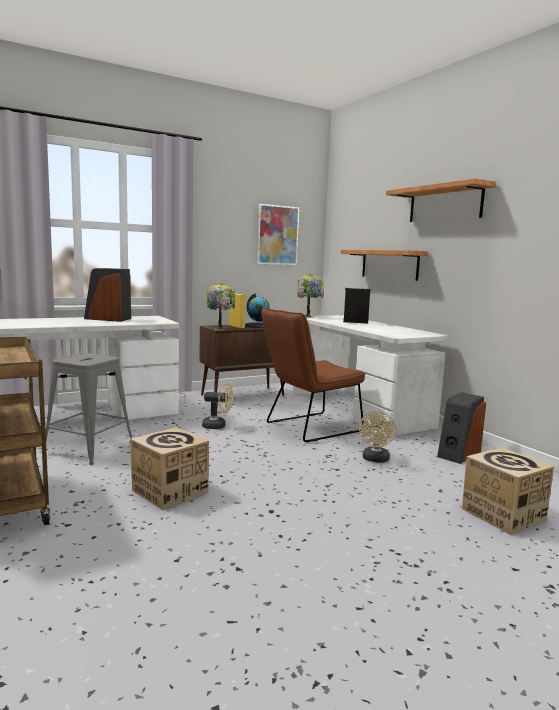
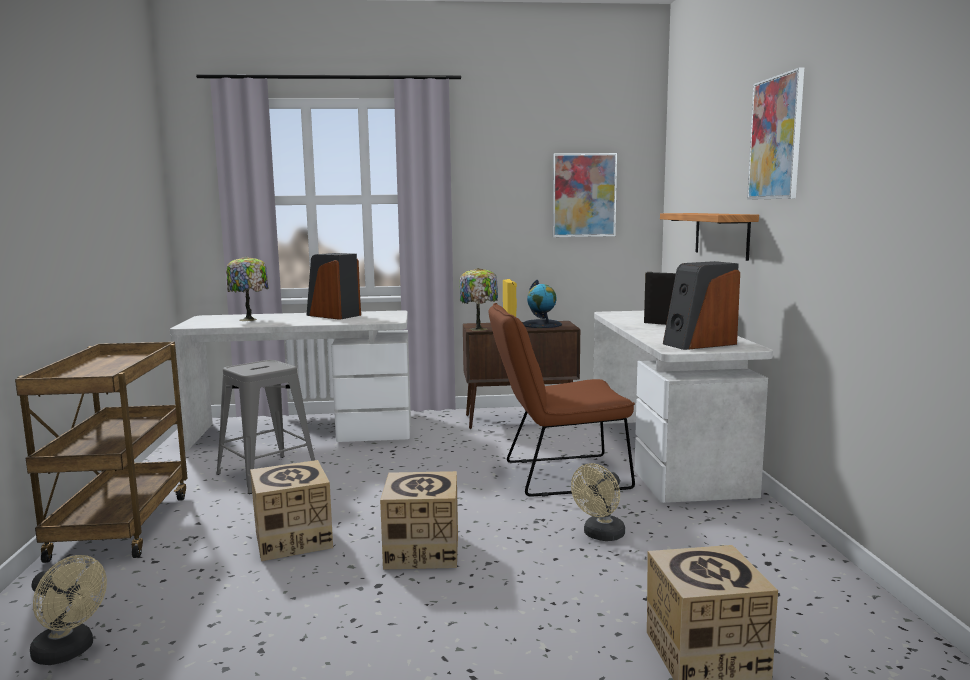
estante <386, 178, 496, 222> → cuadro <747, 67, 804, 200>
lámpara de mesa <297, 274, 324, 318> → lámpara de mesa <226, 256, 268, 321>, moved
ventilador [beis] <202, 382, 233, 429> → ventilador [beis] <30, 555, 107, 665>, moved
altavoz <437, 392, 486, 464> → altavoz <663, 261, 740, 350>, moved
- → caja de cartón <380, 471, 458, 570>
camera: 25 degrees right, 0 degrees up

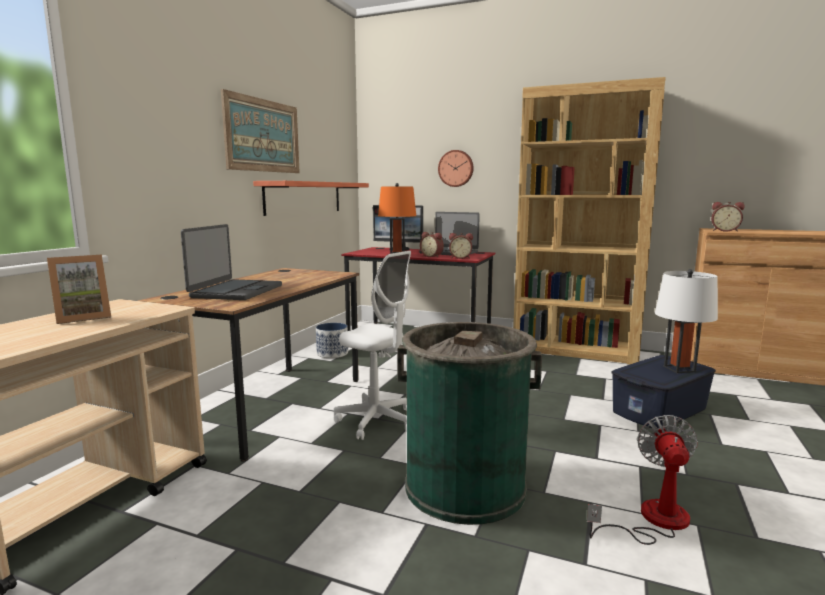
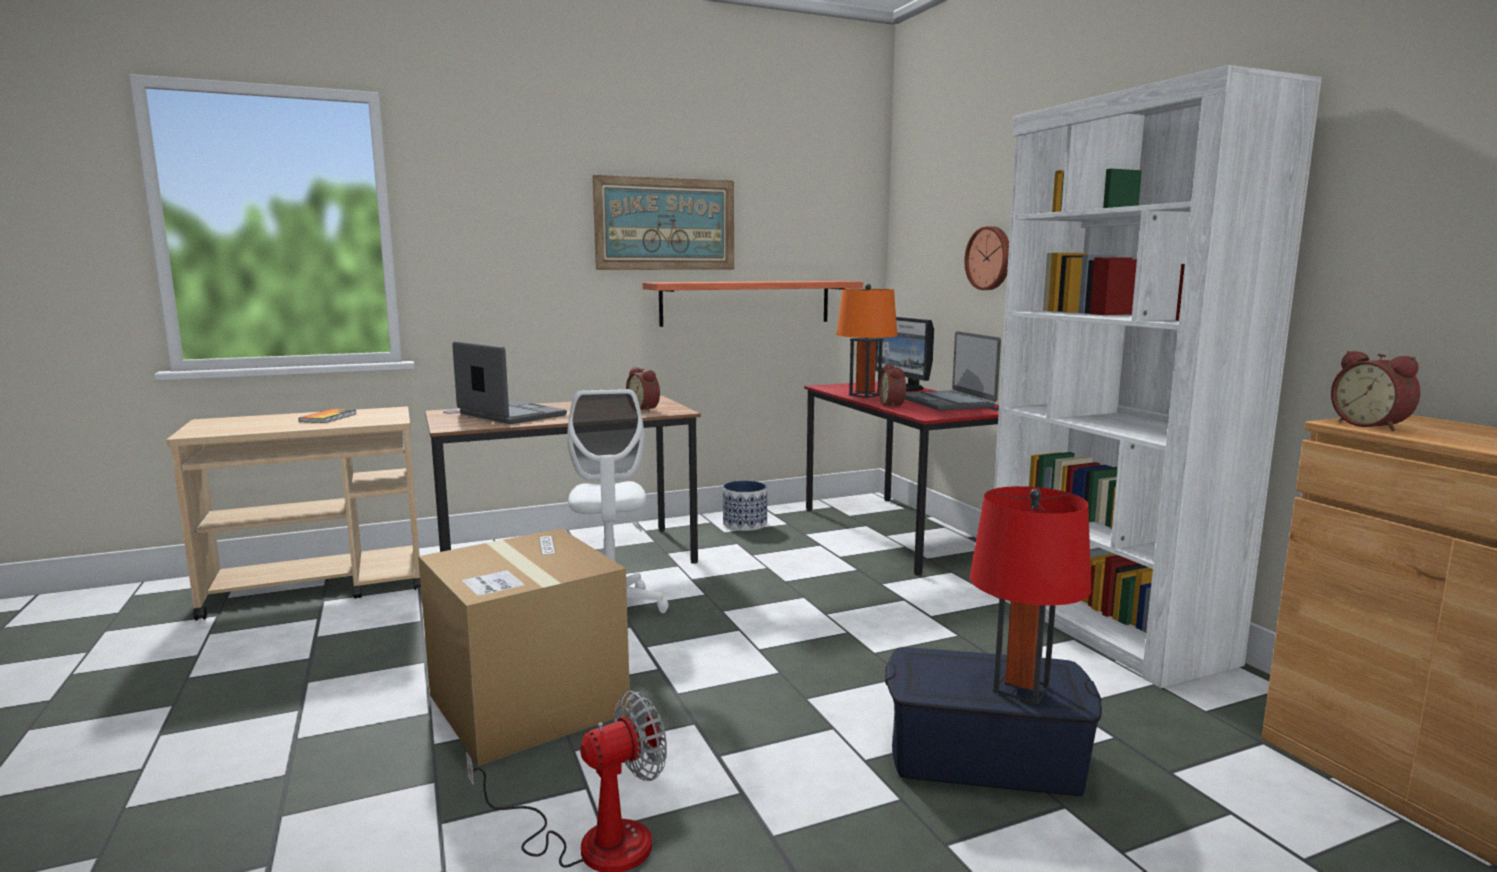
estantería [marrón] <513, 77, 666, 364> → estantería [blanco] <994, 65, 1322, 688>
portátil <181, 224, 282, 300> → portátil <452, 341, 567, 424>, 105 degrees counterclockwise
despertador <449, 233, 473, 259> → despertador <626, 367, 660, 412>, moved
portarretratos <47, 255, 111, 324> → libro <299, 409, 357, 423>
lámpara de mesa [blanco] <655, 269, 718, 373> → lámpara de mesa [rojo] <970, 486, 1092, 705>
papelera [verde] <397, 322, 542, 525> → caja de cartón <418, 529, 630, 766>
camera: 45 degrees right, 0 degrees up

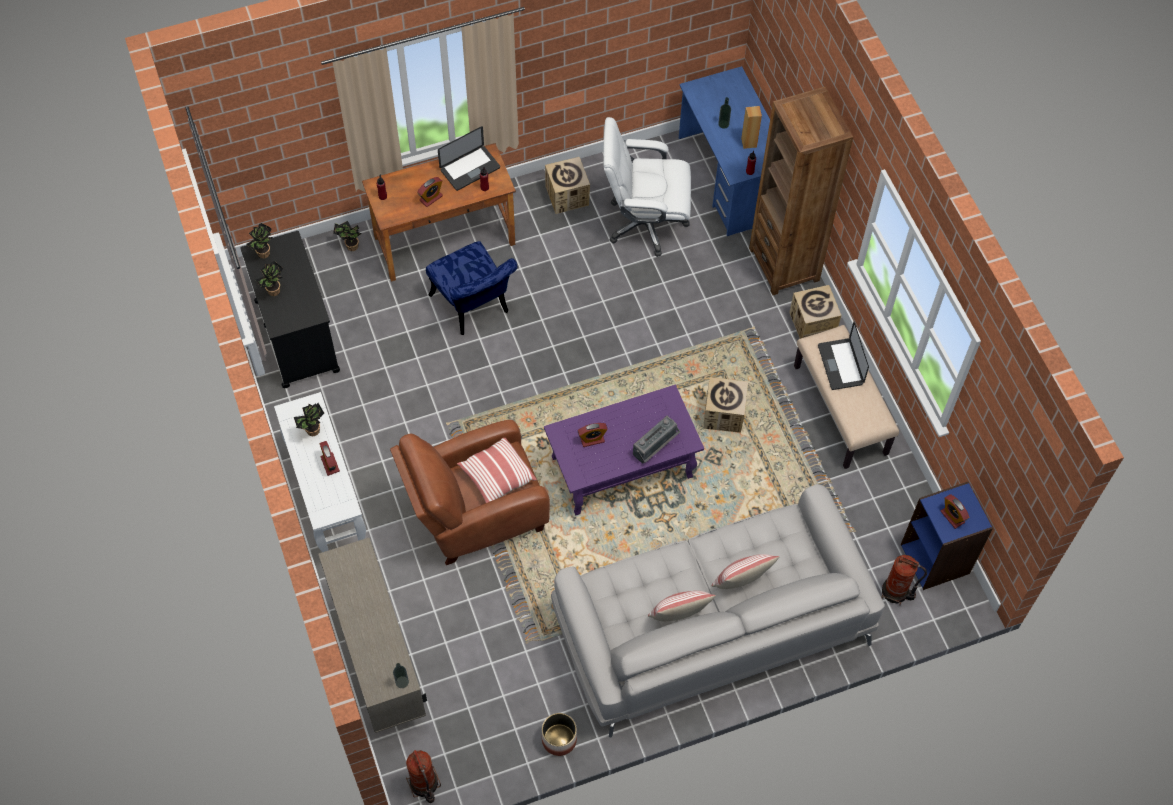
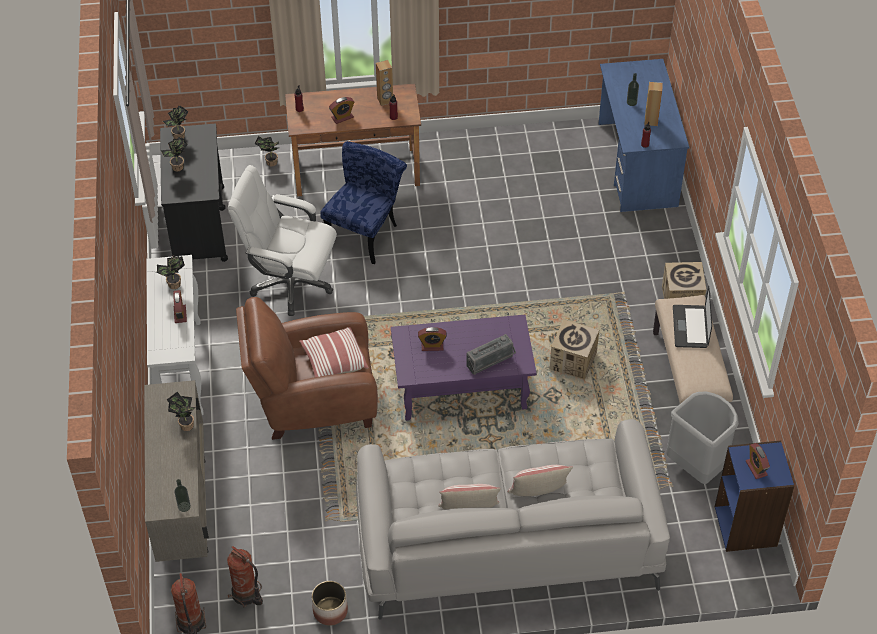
estantería [marrón] <749, 87, 853, 295> → -
silla de oficina [blanco] <603, 117, 691, 257> → silla de oficina [blanco] <228, 165, 337, 316>, moved
portátil <438, 126, 500, 191> → altavoz [marrón] <376, 60, 393, 106>
caja de cartón <545, 157, 590, 214> → -
silla [azul] <426, 241, 517, 335> → silla [azul] <320, 141, 407, 264>, 135 degrees counterclockwise
extintor <881, 555, 927, 605> → extintor <227, 546, 263, 608>, moved
- → planta en maceta <167, 392, 195, 431>
- → papelera [gris] <666, 392, 739, 484>
camera: 15 degrees right, 10 degrees down

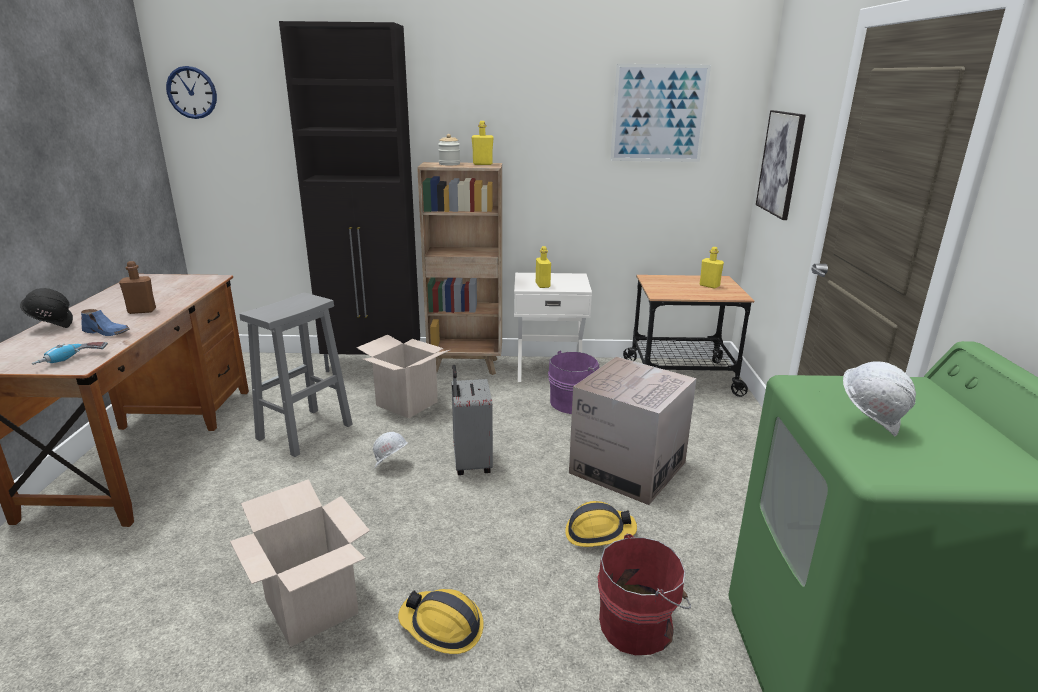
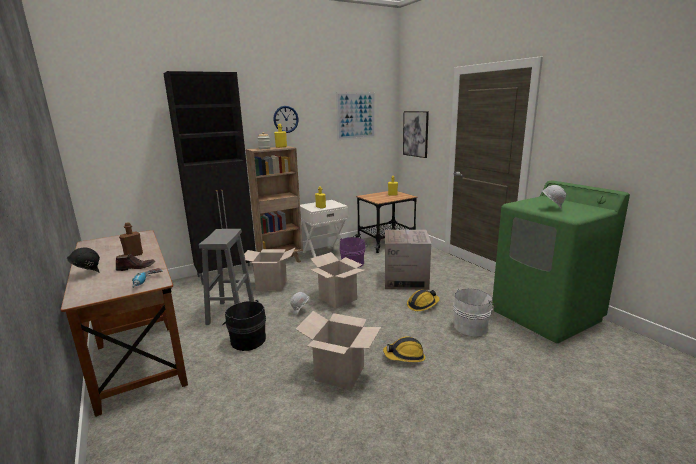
reloj de pared <166, 66, 217, 119> → reloj de pared <273, 106, 299, 133>, moved
zapato [azul] <81, 309, 130, 336> → zapato [marrón] <116, 253, 155, 271>
maleta [gris] <451, 365, 493, 475> → caja de cartón <311, 252, 365, 308>
cubo [rojo] <597, 534, 691, 655> → cubo [blanco] <453, 288, 496, 337>
- → cubo [negro] <222, 300, 266, 351>
camera: 30 degrees left, 5 degrees down

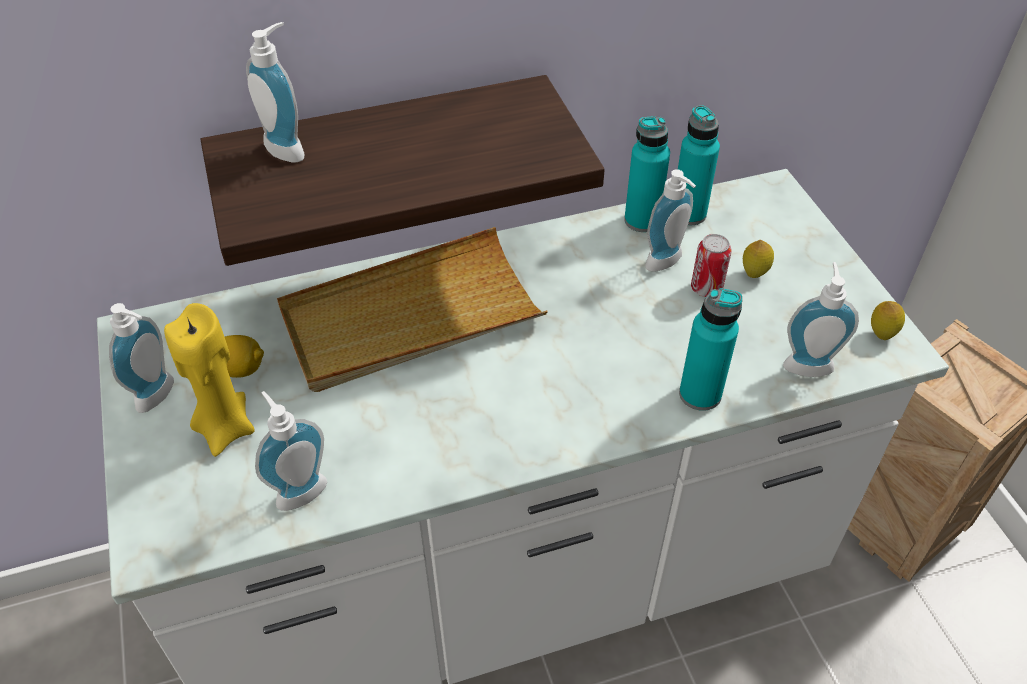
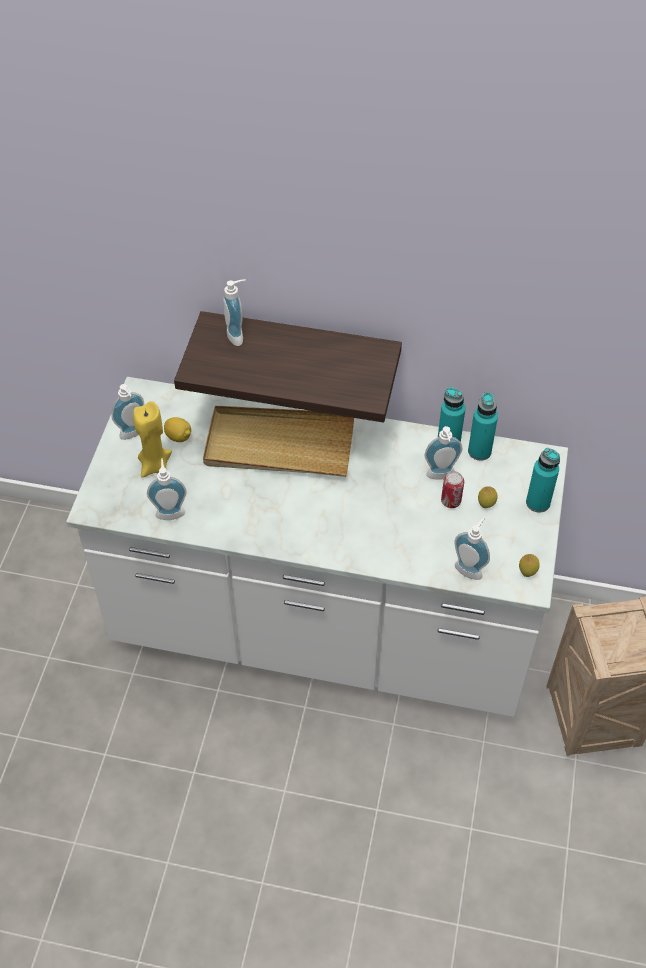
botella [turquesa] <679, 288, 742, 411> → botella [turquesa] <526, 448, 560, 513>, moved
camera: 30 degrees right, 5 degrees up

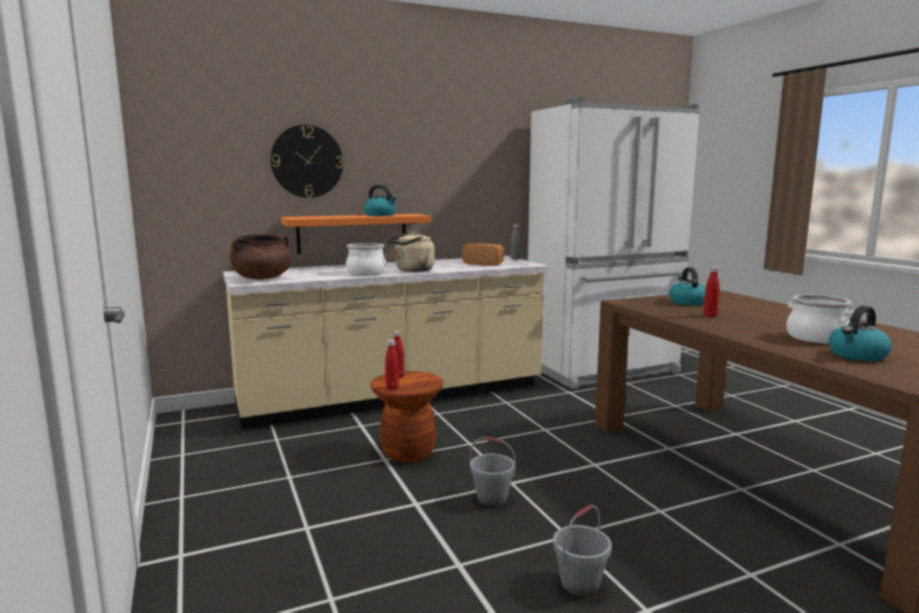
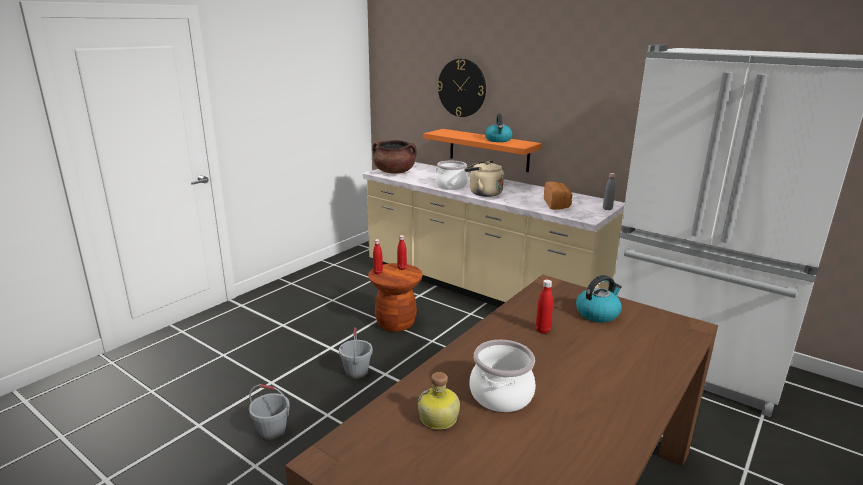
hervidor <829, 306, 892, 361> → botella <417, 372, 460, 430>
camera: 60 degrees right, 10 degrees up

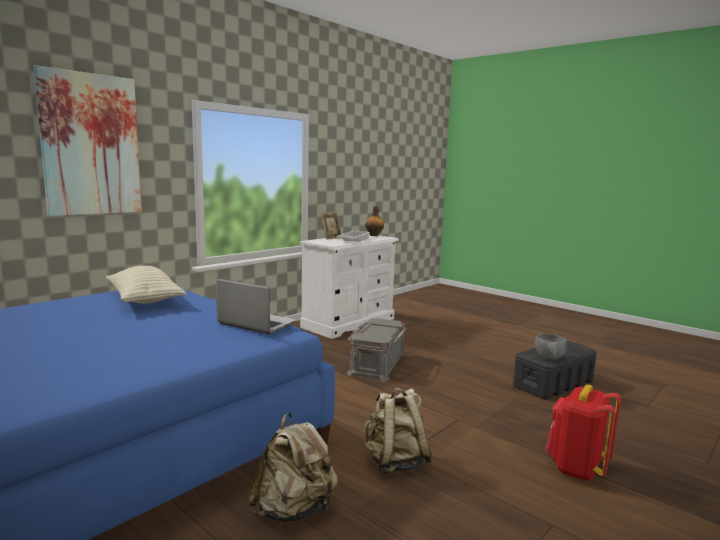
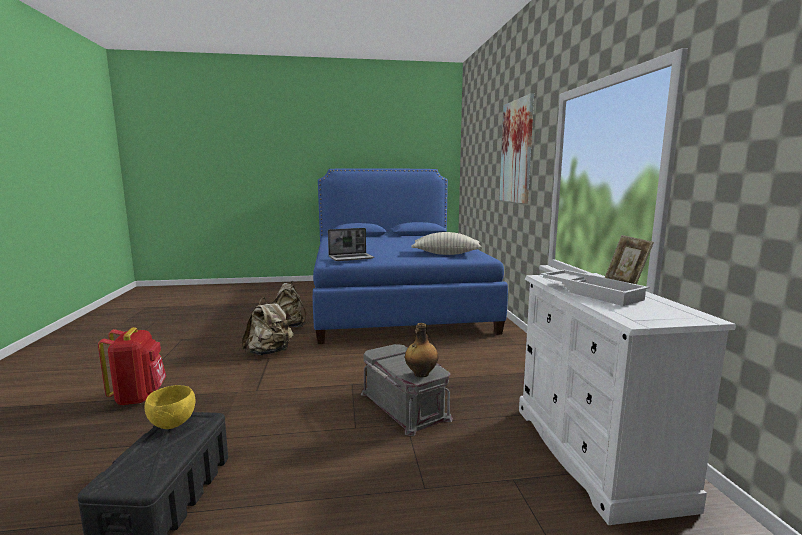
botella <365, 206, 384, 236> → botella <405, 323, 438, 377>, moved
cuenco [gris] <535, 333, 567, 360> → cuenco [amarillo] <145, 385, 195, 429>
camera: 130 degrees right, 0 degrees up

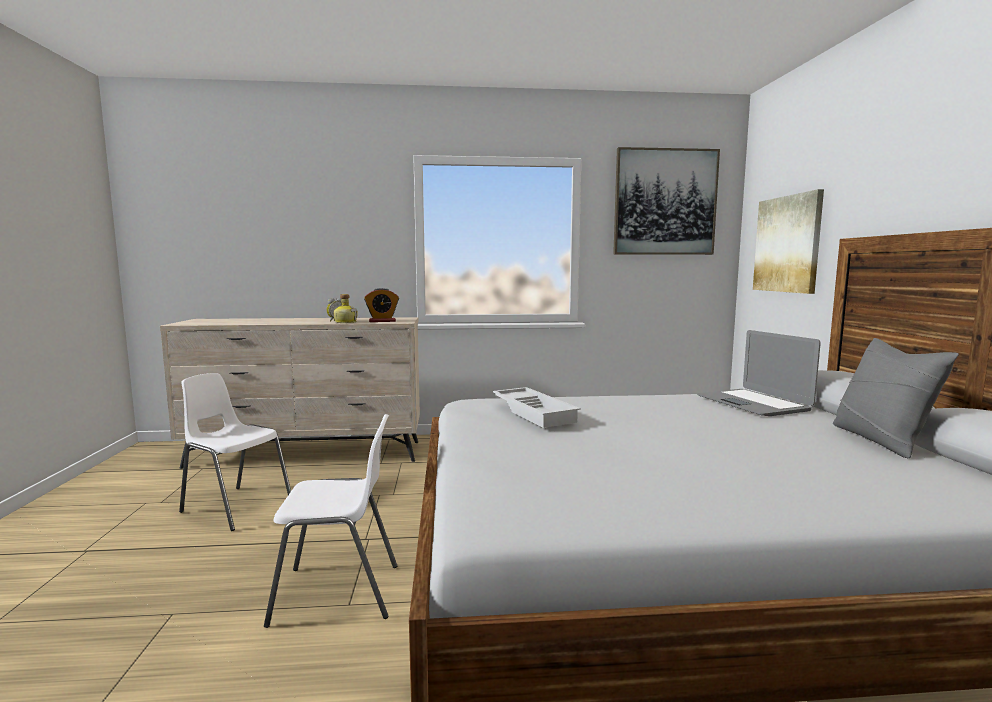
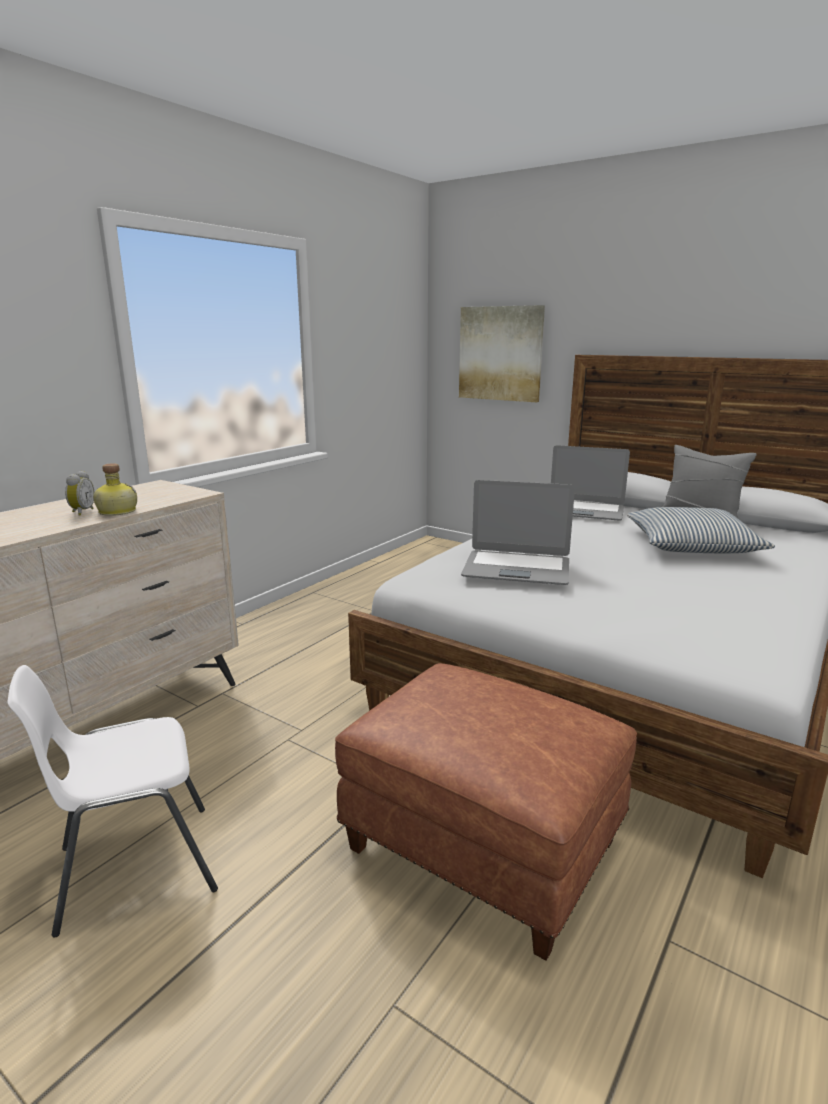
cuadro <613, 147, 720, 255> → -
despertador <364, 288, 399, 322> → -
bandeja [blanco] <493, 387, 581, 428> → portátil <461, 480, 575, 585>
silla [blanco] <264, 414, 397, 628> → puf [marrón] <335, 663, 637, 961>
- → cojín <627, 507, 775, 553>
camera: 50 degrees left, 10 degrees up

